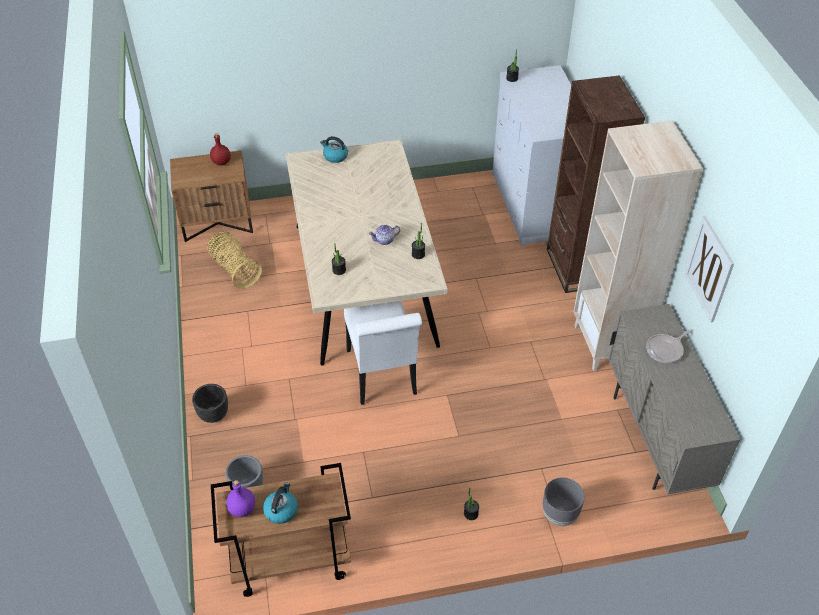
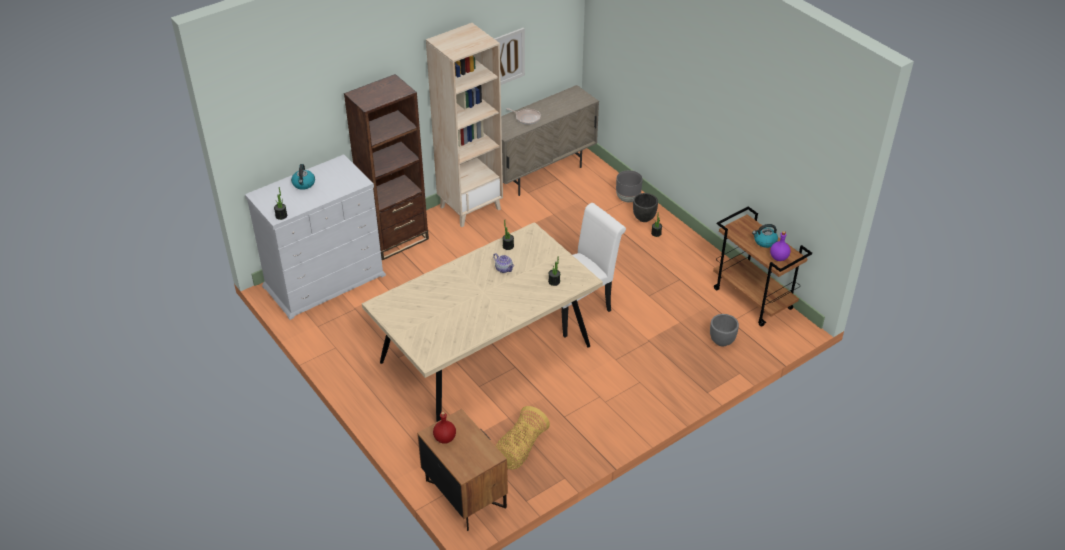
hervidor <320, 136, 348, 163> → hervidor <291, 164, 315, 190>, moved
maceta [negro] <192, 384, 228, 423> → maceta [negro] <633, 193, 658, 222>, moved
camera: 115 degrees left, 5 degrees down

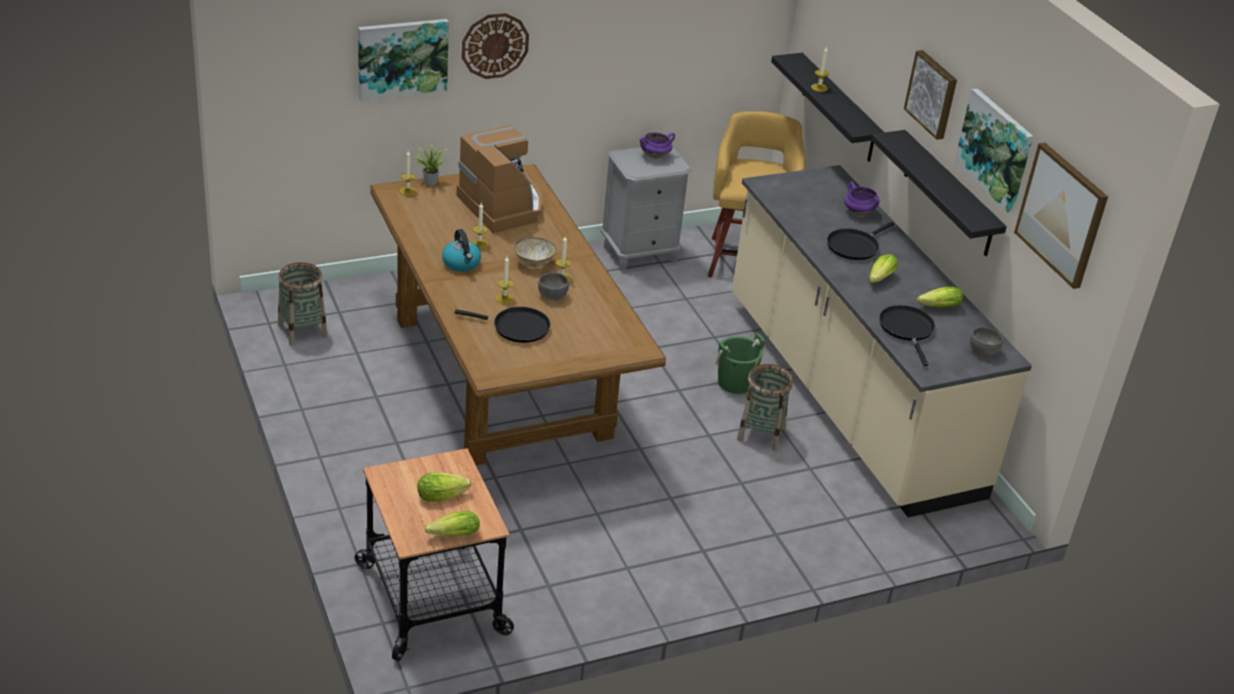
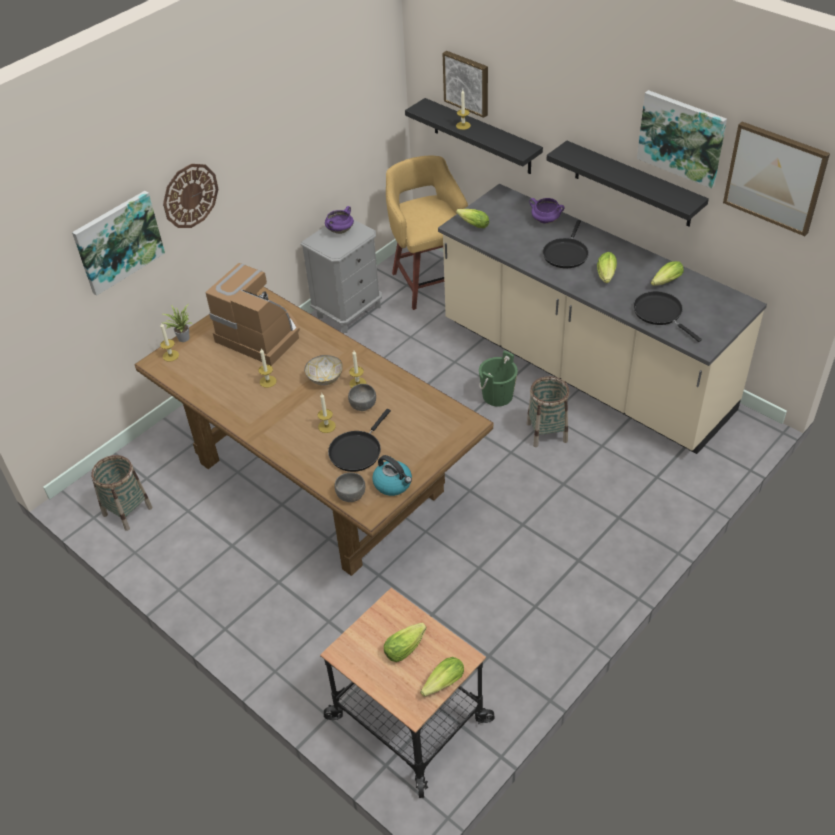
cuadro <904, 50, 957, 140> → cuadro <443, 51, 488, 118>, moved
hervidor <442, 229, 481, 272> → hervidor <372, 455, 412, 496>, moved
sartén [negro] <454, 307, 551, 343> → sartén [negro] <328, 409, 391, 472>, 135 degrees clockwise
cuenco [gris] <970, 327, 1003, 357> → cuenco [gris] <335, 472, 365, 502>, moved
- → lechuga <456, 209, 489, 228>
camera: 20 degrees left, 10 degrees up

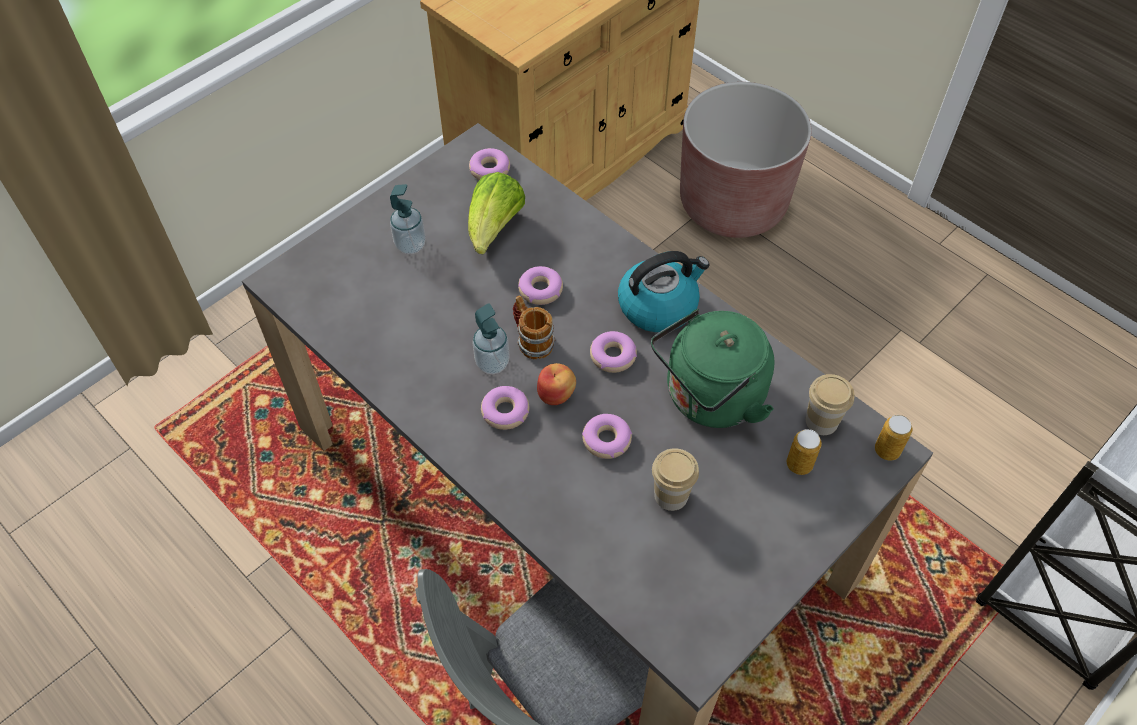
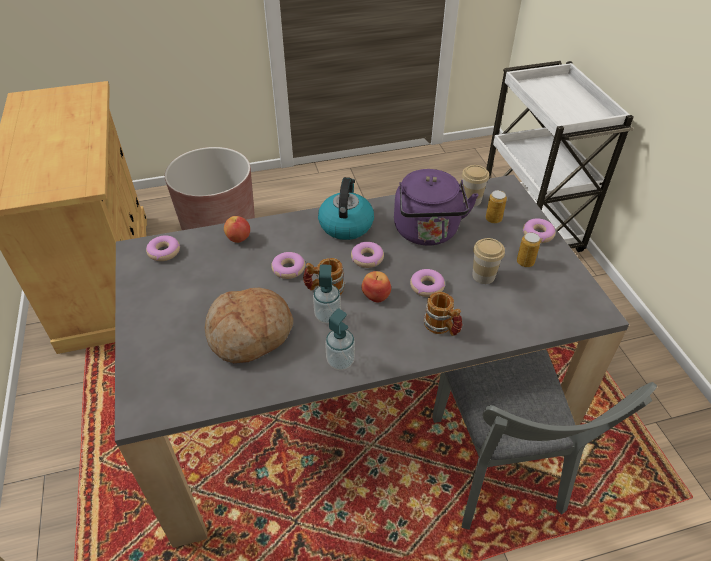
lechuga <468, 172, 525, 254> → -
dispensador de jabón <390, 184, 426, 254> → dispensador de jabón <325, 309, 355, 370>, moved
hervidor [verde] <651, 309, 775, 428> → hervidor [morado] <394, 169, 478, 246>
rosquilla <481, 386, 529, 430> → rosquilla <523, 218, 556, 243>, moved
lata <875, 415, 912, 461> → lata <517, 232, 541, 267>, moved
- → manzana <224, 216, 250, 243>
- → pan <205, 288, 293, 363>
- → taza grande <424, 292, 463, 336>
camera: 60 degrees left, 10 degrees down

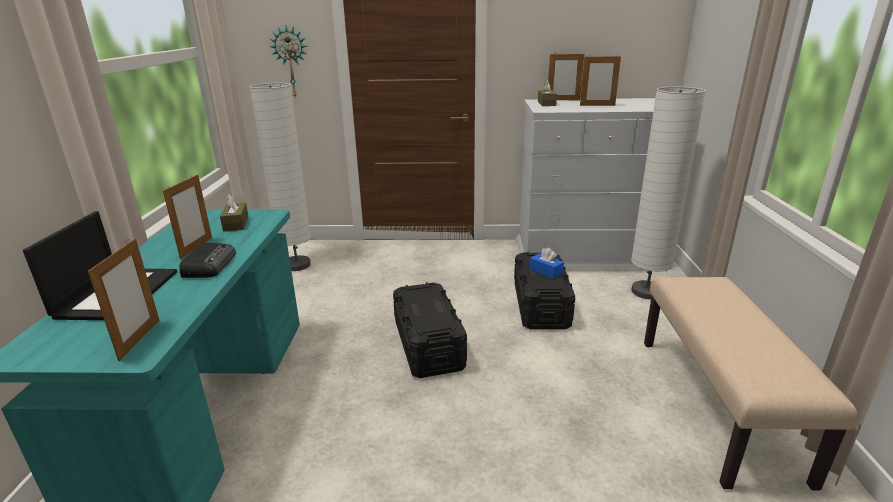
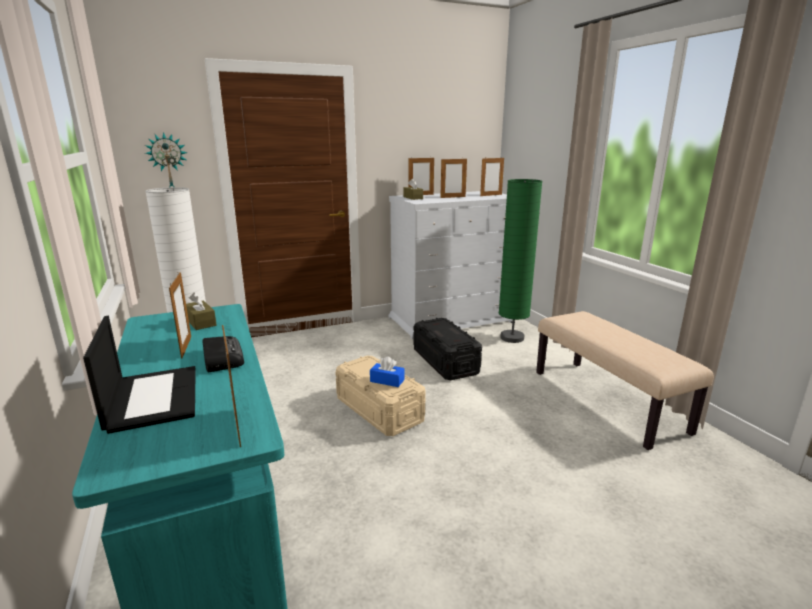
lámpara de pie [blanco] <631, 86, 706, 299> → lámpara de pie [verde] <499, 179, 543, 343>
caja de pañuelos [azul] <530, 248, 564, 279> → caja de pañuelos [azul] <370, 356, 404, 387>, moved
caja de almacenaje [negro] <393, 282, 467, 378> → caja de almacenaje [beis] <335, 356, 426, 436>
- → portarretratos <480, 158, 504, 196>
camera: 25 degrees left, 5 degrees down

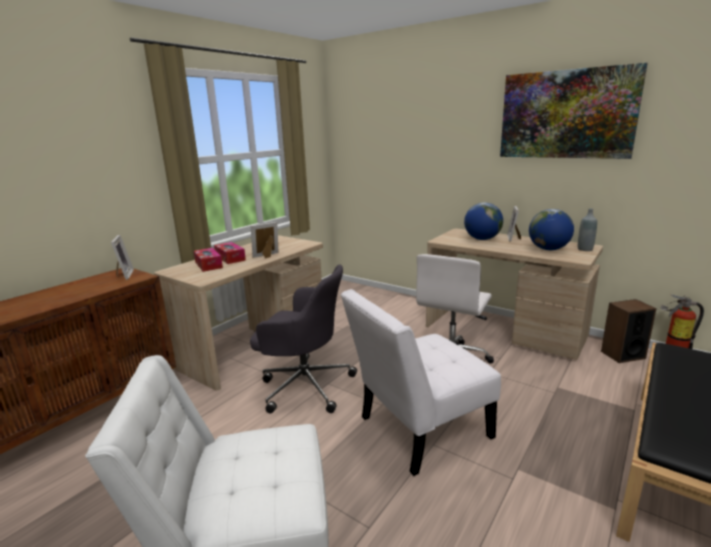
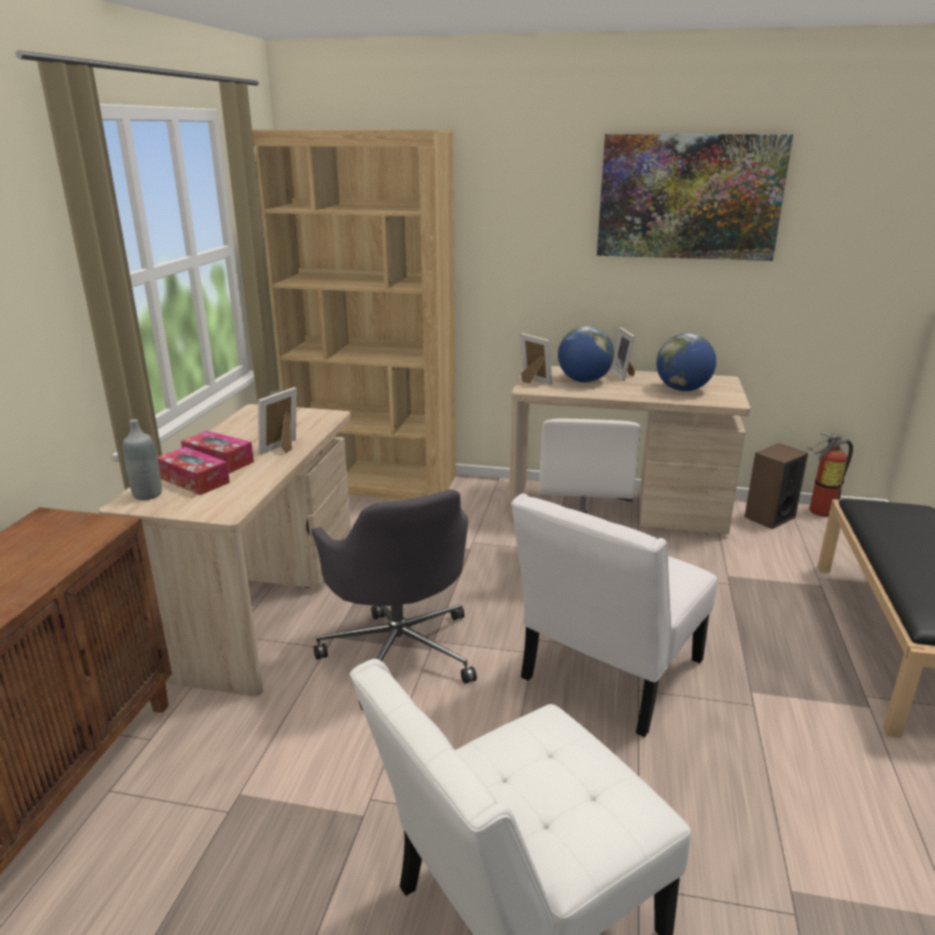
botella [gris] <578, 208, 597, 251> → botella [gris] <123, 419, 162, 500>, moved
portarretratos <111, 235, 134, 280> → portarretratos <520, 333, 552, 385>, moved
silla de oficina [gris] <250, 264, 357, 414> → silla de oficina [gris] <311, 490, 477, 710>, 75 degrees clockwise
- → estantería [marrón] <252, 130, 456, 500>
camera: 25 degrees left, 5 degrees up

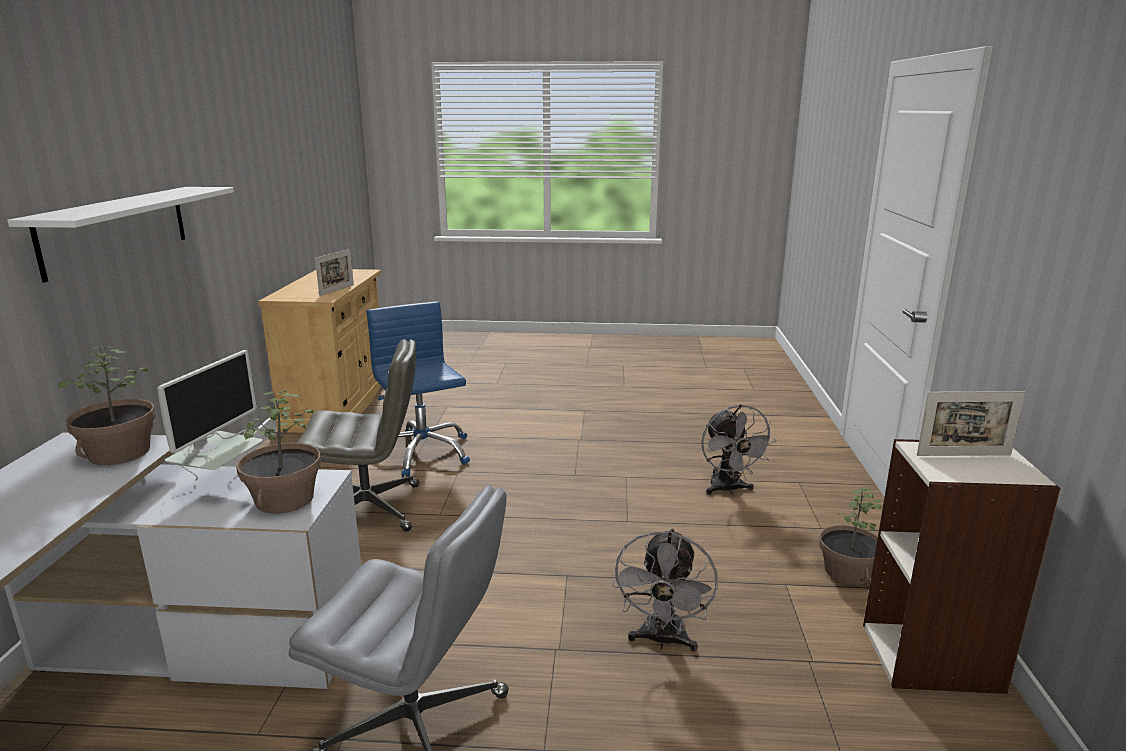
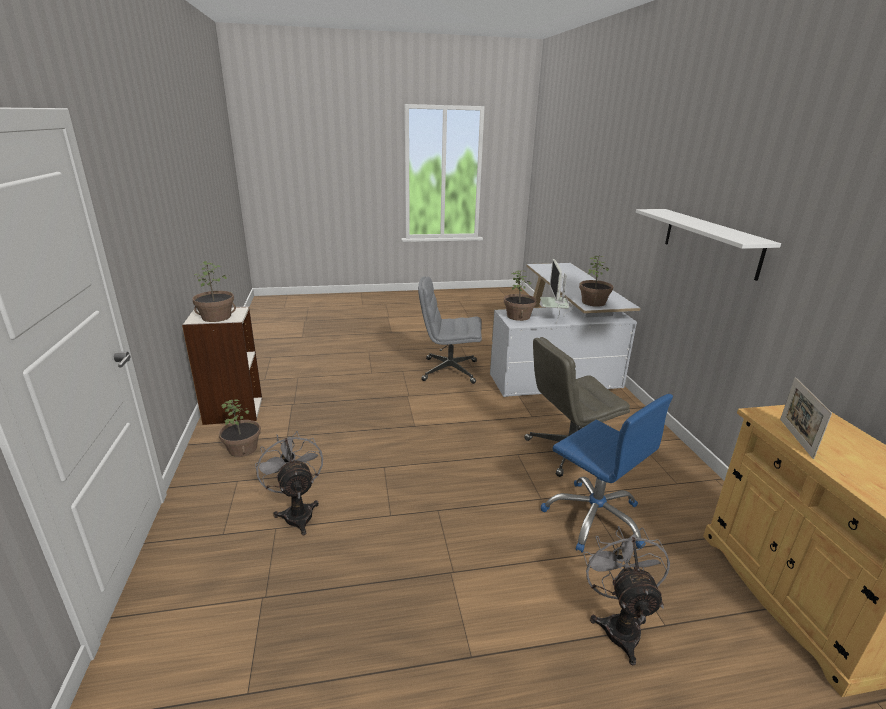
portarretratos <917, 391, 1025, 456> → planta en maceta <192, 261, 236, 322>
ventilador [gris] <612, 528, 718, 652> → ventilador [gris] <583, 526, 670, 665>, moved
camera: 165 degrees right, 5 degrees up

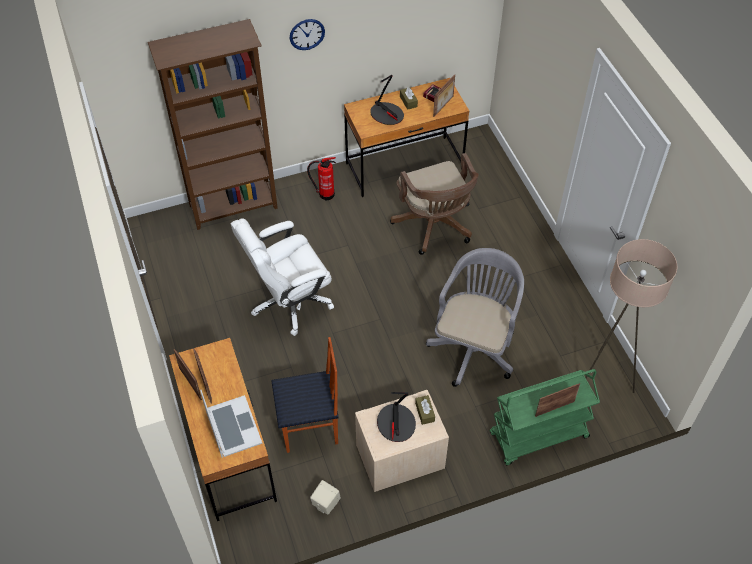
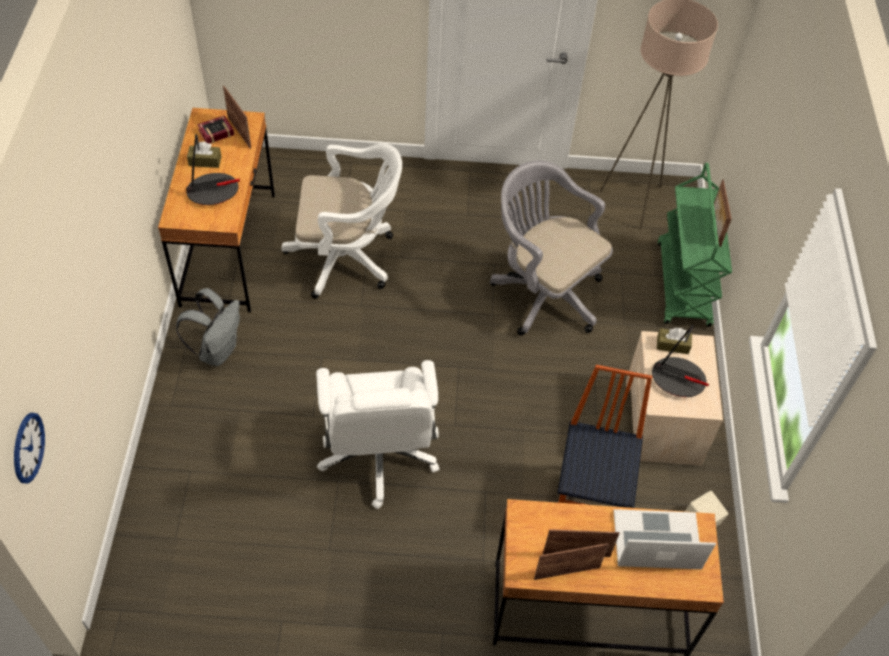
estantería [marrón] <148, 19, 278, 230> → -
reloj de pared <290, 19, 325, 50> → reloj de pared <14, 413, 45, 484>, moved
silla de oficina [marrón] <390, 153, 479, 255> → silla de oficina [blanco] <281, 143, 402, 299>
extintor <307, 157, 336, 200> → mochila [gris] <176, 288, 240, 366>
camera: 70 degrees left, 0 degrees up

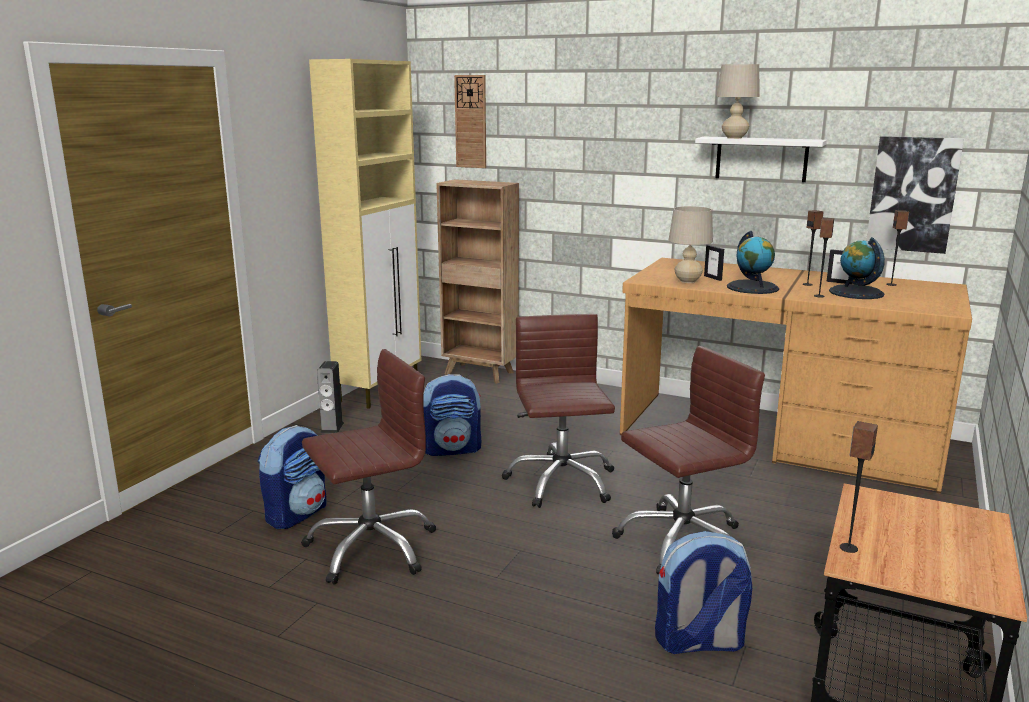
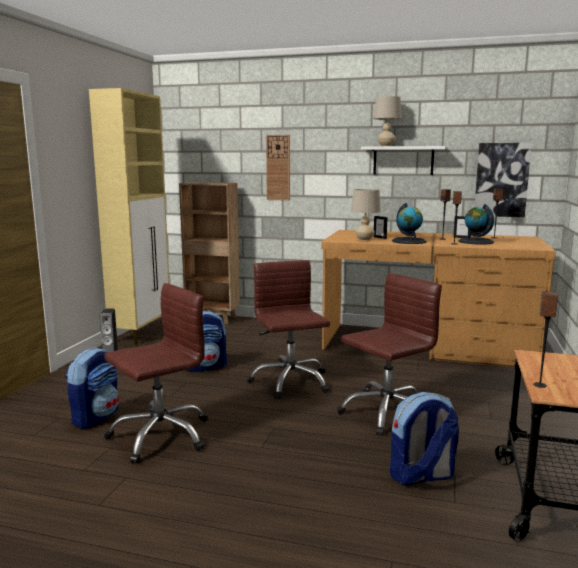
reloj de pared <454, 75, 486, 168> → reloj de pared <266, 135, 290, 201>, moved
camera: 10 degrees left, 5 degrees down

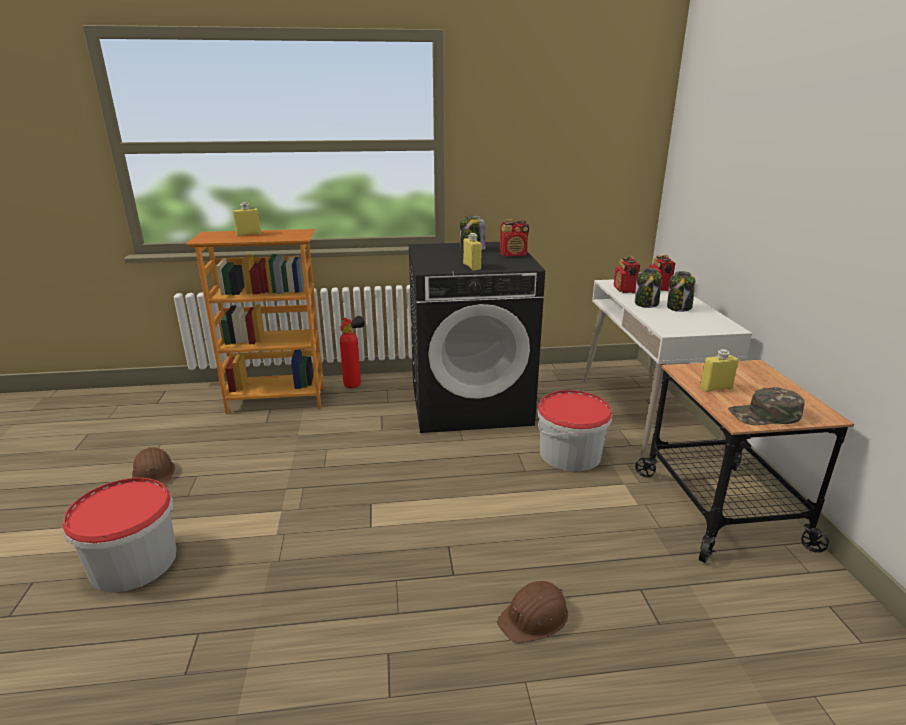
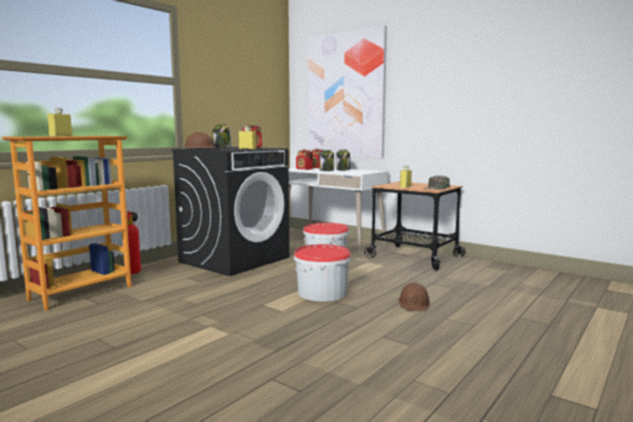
casco [marrón] <132, 447, 175, 485> → casco [marrón] <183, 132, 219, 149>, moved
cubo <62, 478, 176, 592> → cubo <294, 244, 351, 302>, moved
- → cuadro <307, 25, 387, 158>
camera: 45 degrees left, 15 degrees down

